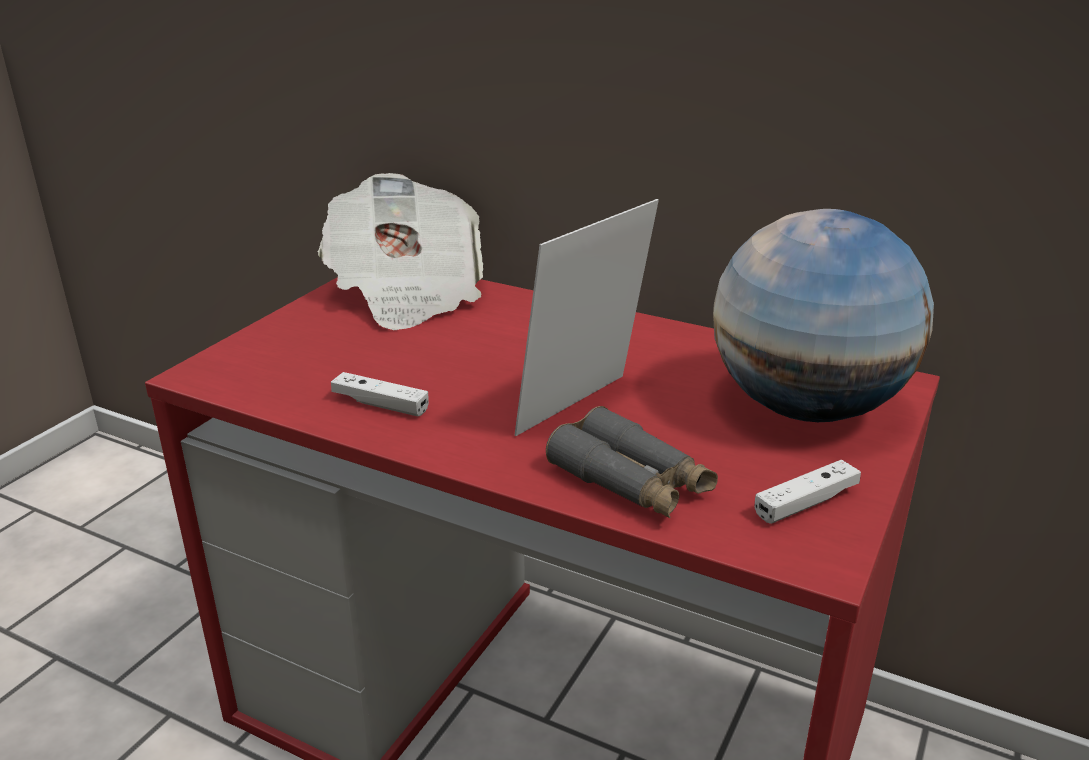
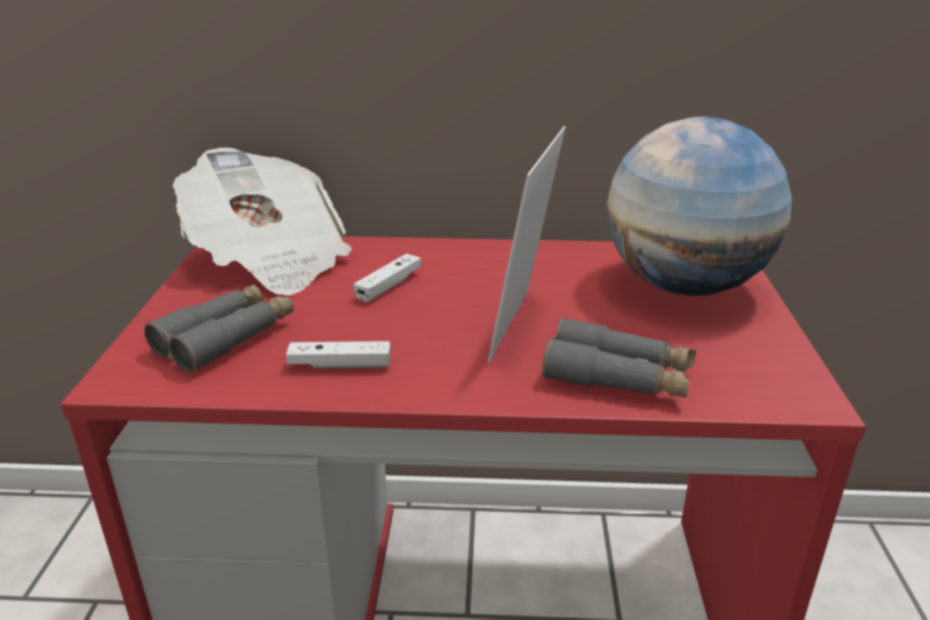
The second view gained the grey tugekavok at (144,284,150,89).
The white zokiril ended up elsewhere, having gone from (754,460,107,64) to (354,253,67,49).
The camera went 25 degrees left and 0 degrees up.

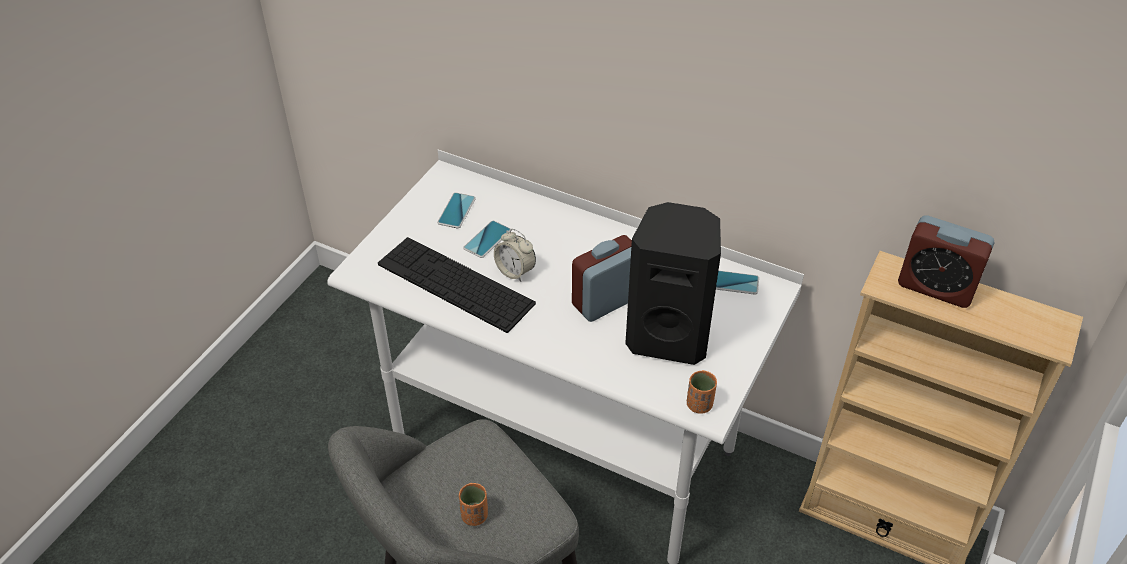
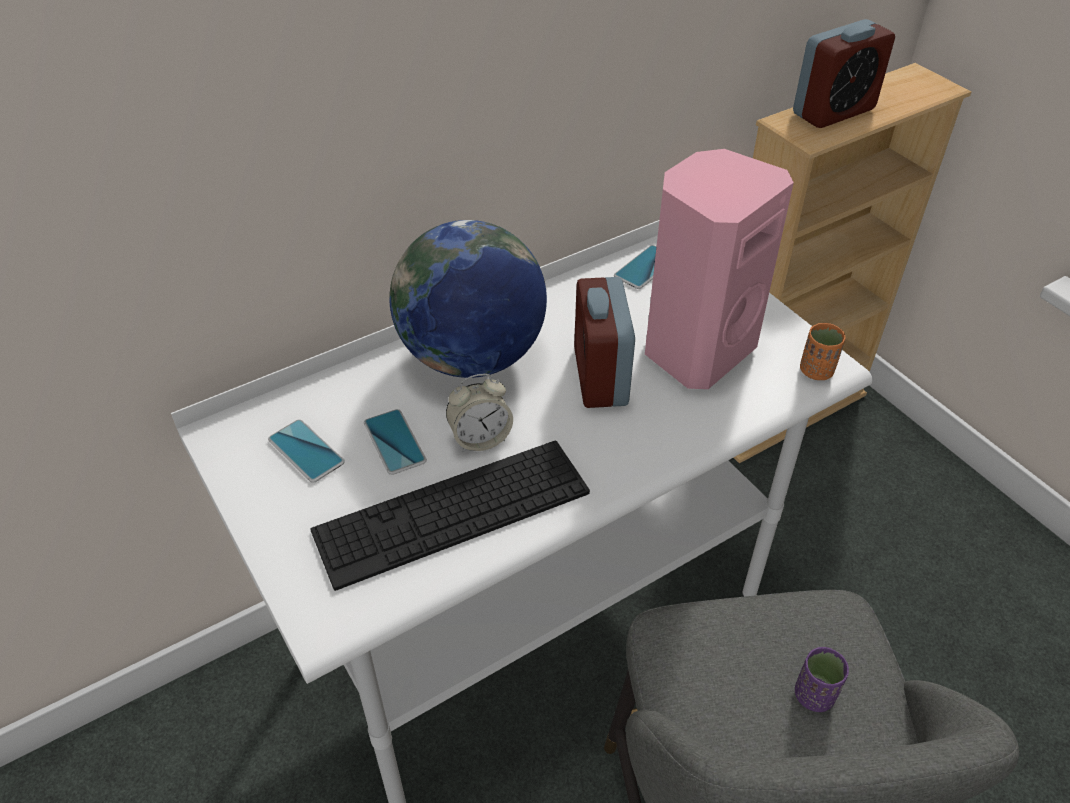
The second view gained the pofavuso at (389,220,158,158).
What was the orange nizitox at (459,483,29,43) turned into the purple nizitox at (795,647,54,65).
What was the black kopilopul at (625,202,96,163) turned into the pink kopilopul at (645,149,149,240).
The camera went 60 degrees left and 0 degrees up.

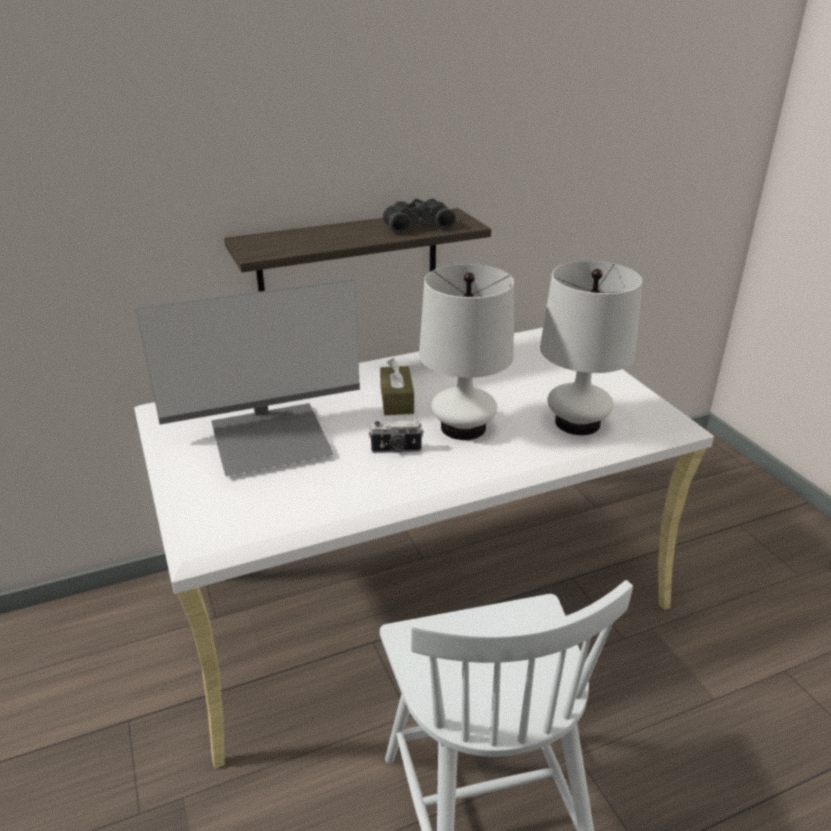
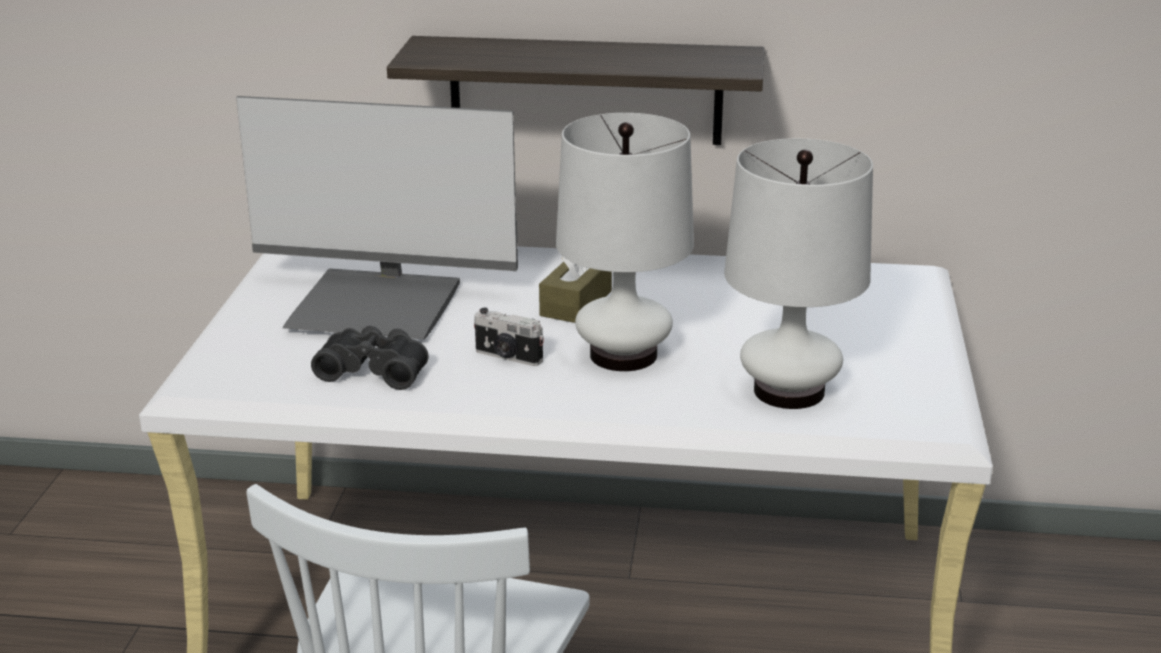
The black tugekavok ended up elsewhere, having gone from (383,198,73,37) to (311,326,117,64).
The camera went 30 degrees right and 5 degrees down.

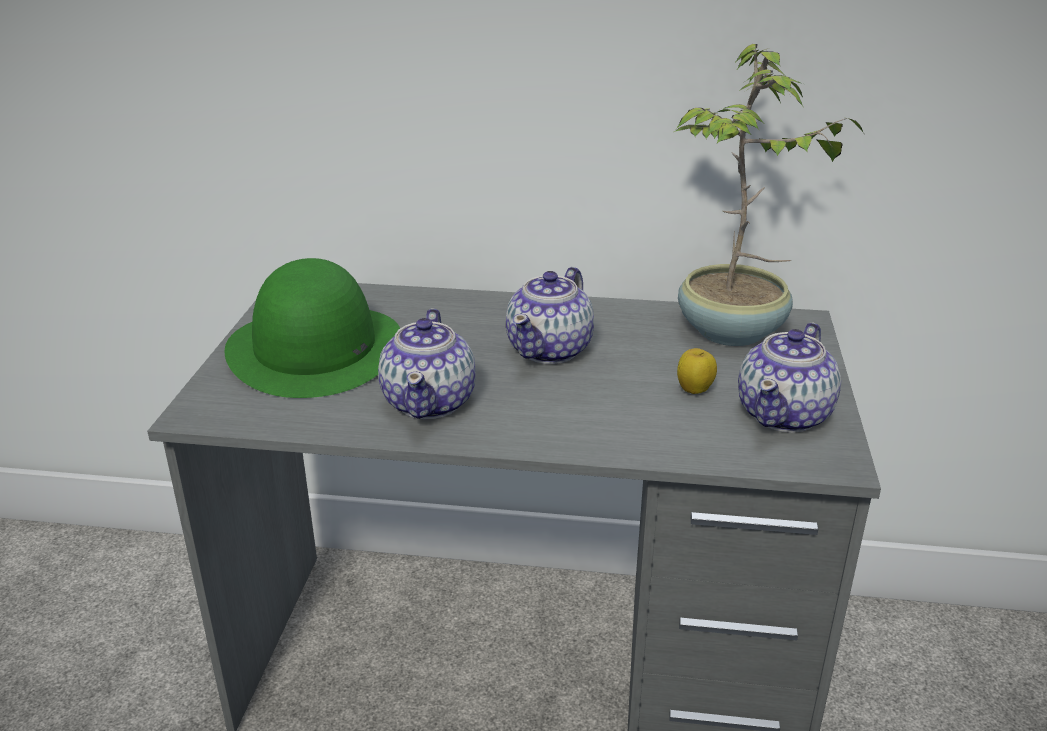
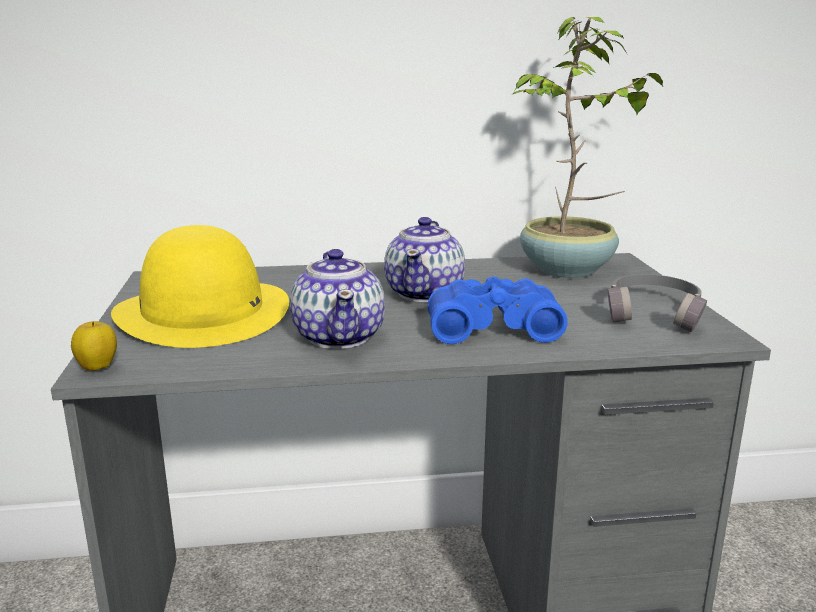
The second view gained the blue tugekavok at (427,276,141,68).
The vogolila ended up elsewhere, having gone from (677,348,40,46) to (71,321,46,50).
Where the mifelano stood at (738,322,103,111), the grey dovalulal came to stand at (608,274,99,58).
What was the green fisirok at (224,258,176,140) turned into the yellow fisirok at (111,225,178,123).
The camera went 15 degrees left and 10 degrees down.

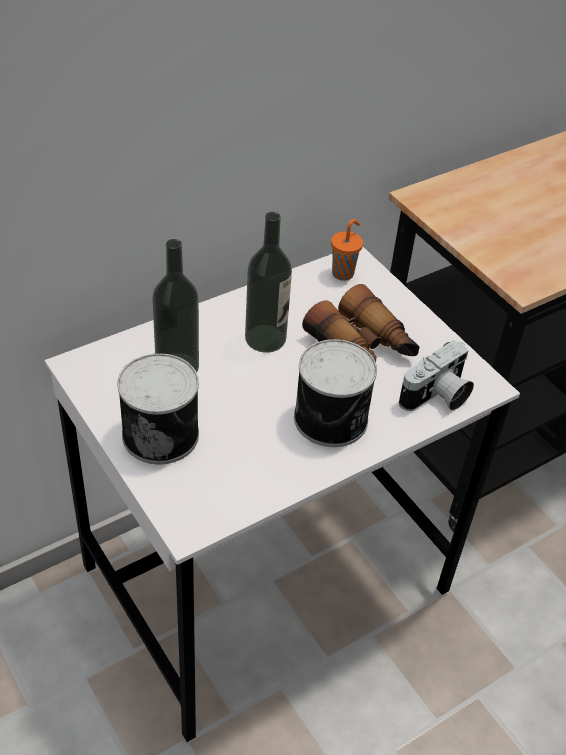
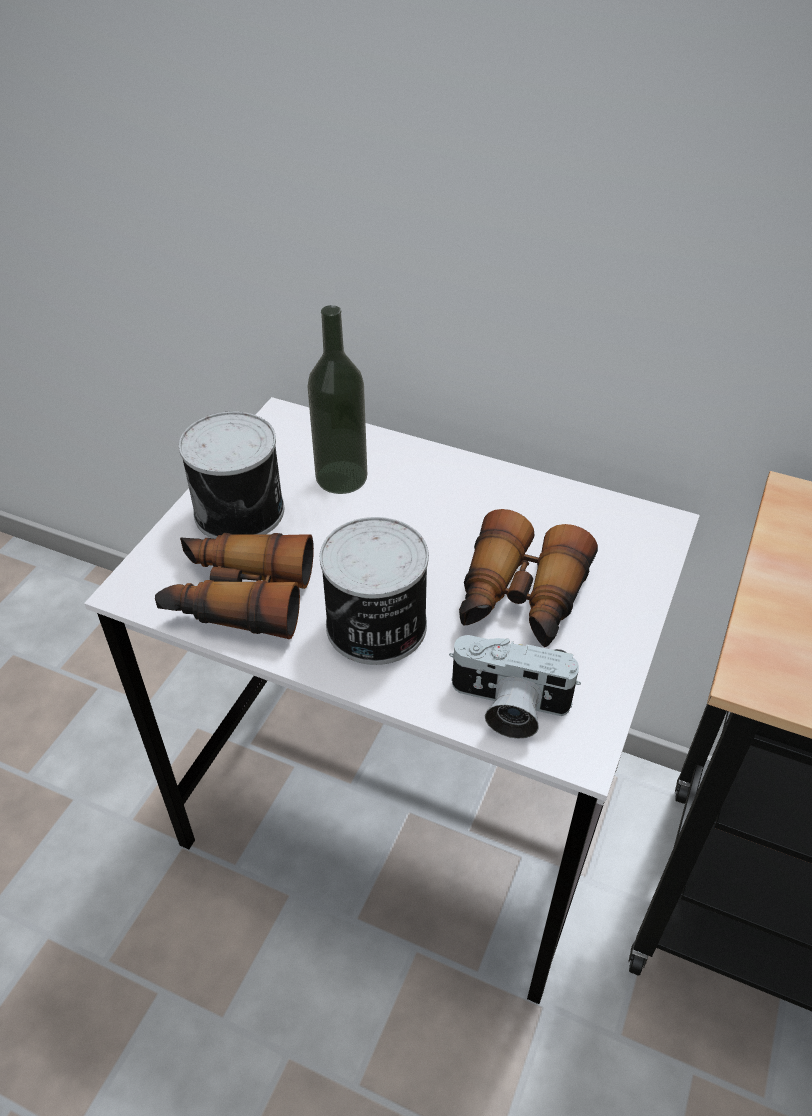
The second view lost the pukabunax at (245,212,47,141).
The second view lost the orange nizitox at (331,219,32,62).
The second view gained the tugekavok at (155,533,159,106).
The camera went 60 degrees right and 0 degrees up.

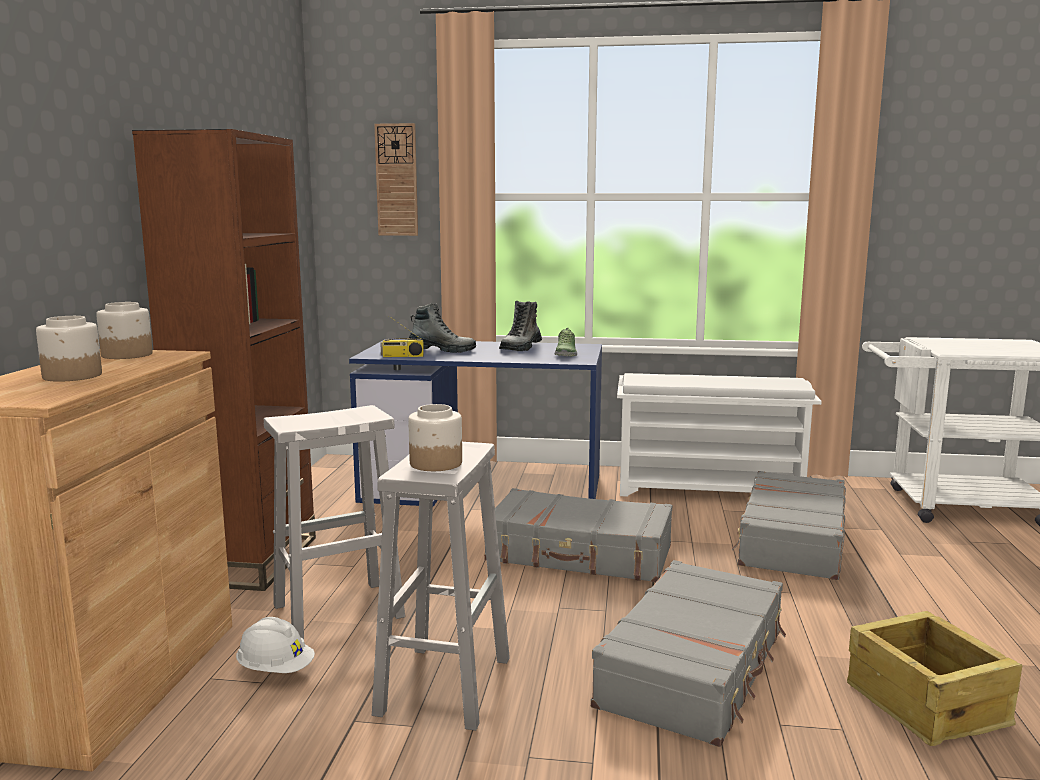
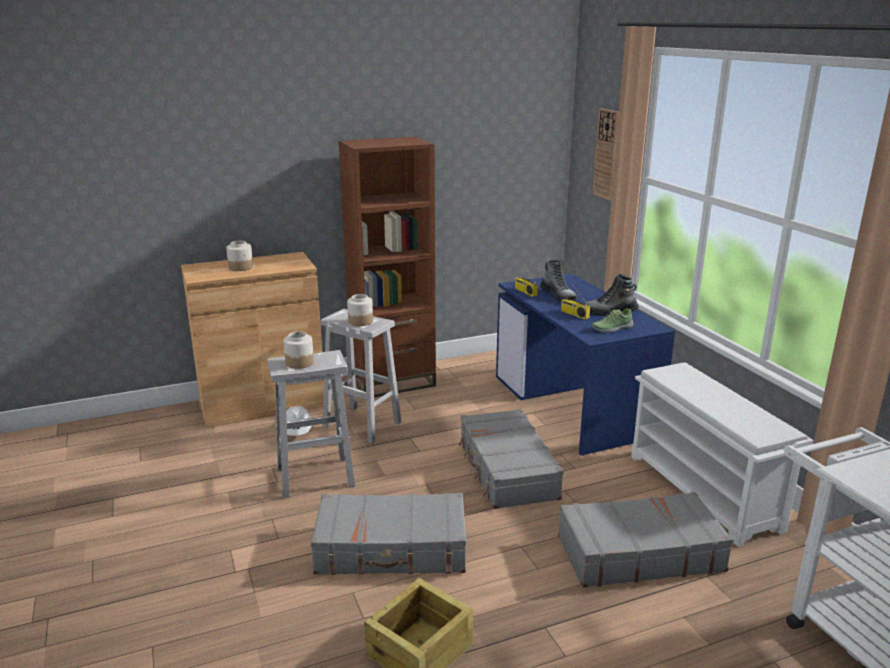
The second view gained the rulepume at (561,282,29,38).
The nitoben ended up elsewhere, having gone from (96,302,57,57) to (347,294,26,32).
The camera went 60 degrees right and 10 degrees up.

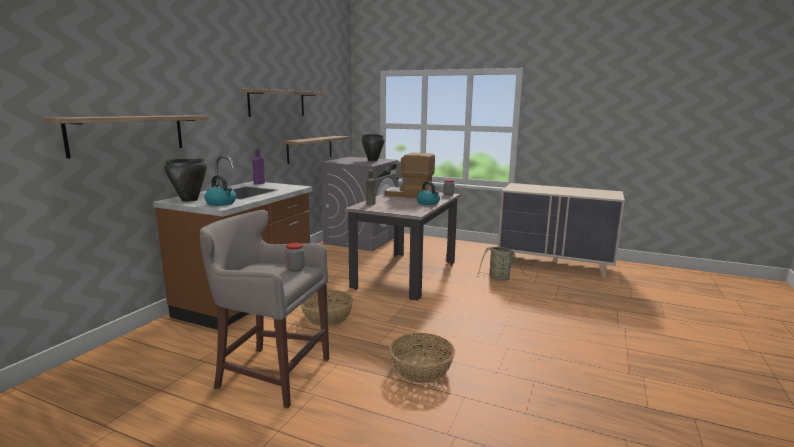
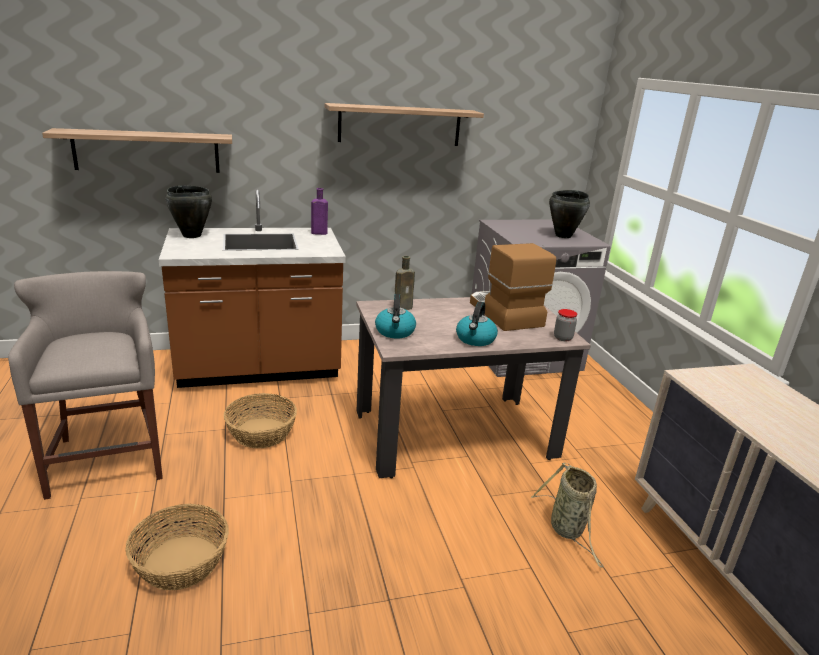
The second view lost the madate at (281,136,68,28).
The second view lost the nitoben at (286,243,18,29).
The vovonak ended up elsewhere, having gone from (204,175,32,31) to (375,294,41,44).
The camera went 50 degrees right and 10 degrees up.

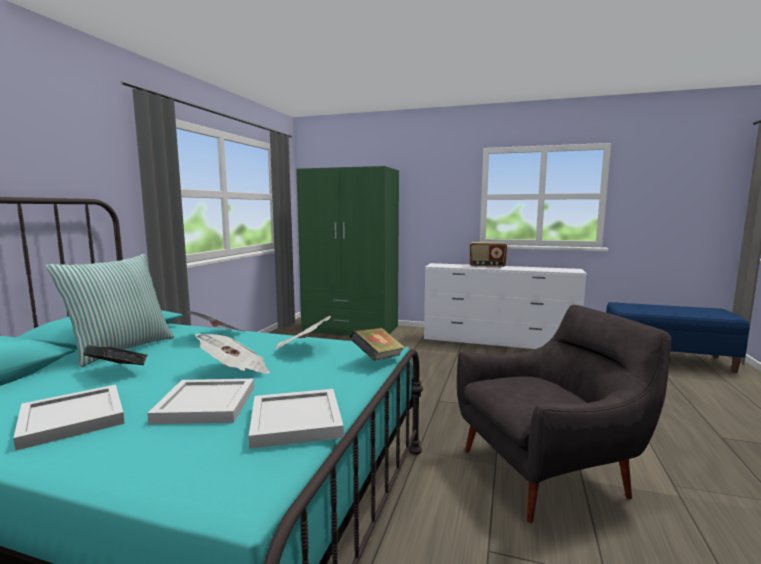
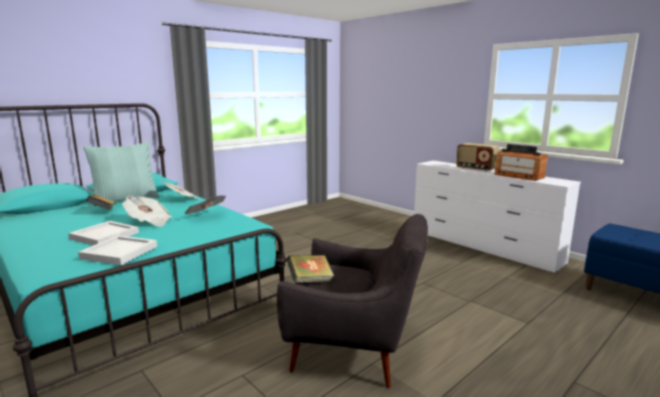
The second view lost the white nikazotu at (13,385,112,66).
The second view lost the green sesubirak at (296,166,103,170).
The second view gained the rulepume at (494,144,54,37).
The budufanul ended up elsewhere, having gone from (349,328,56,33) to (287,255,47,28).
The camera went 30 degrees right and 5 degrees up.

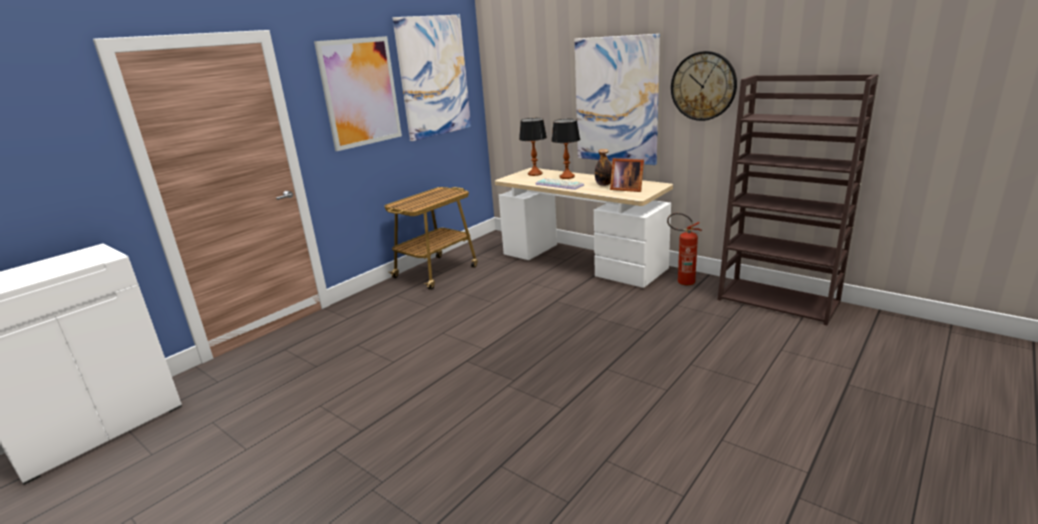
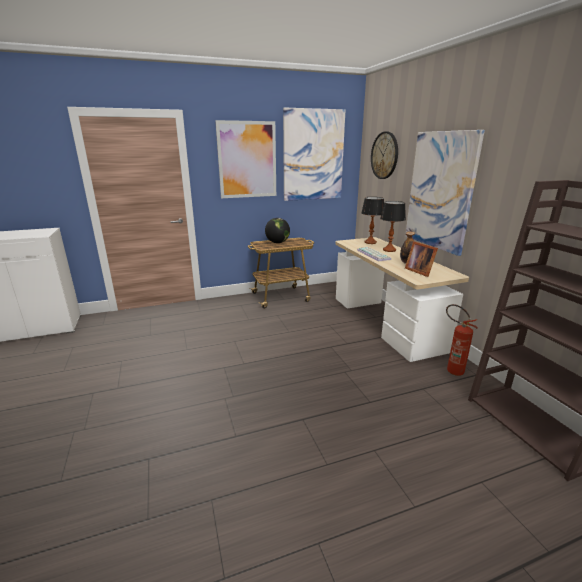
The second view gained the pofavuso at (265,218,25,25).
The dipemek ended up elsewhere, having gone from (671,51,66,70) to (371,131,27,48).
The camera went 30 degrees right and 0 degrees up.

